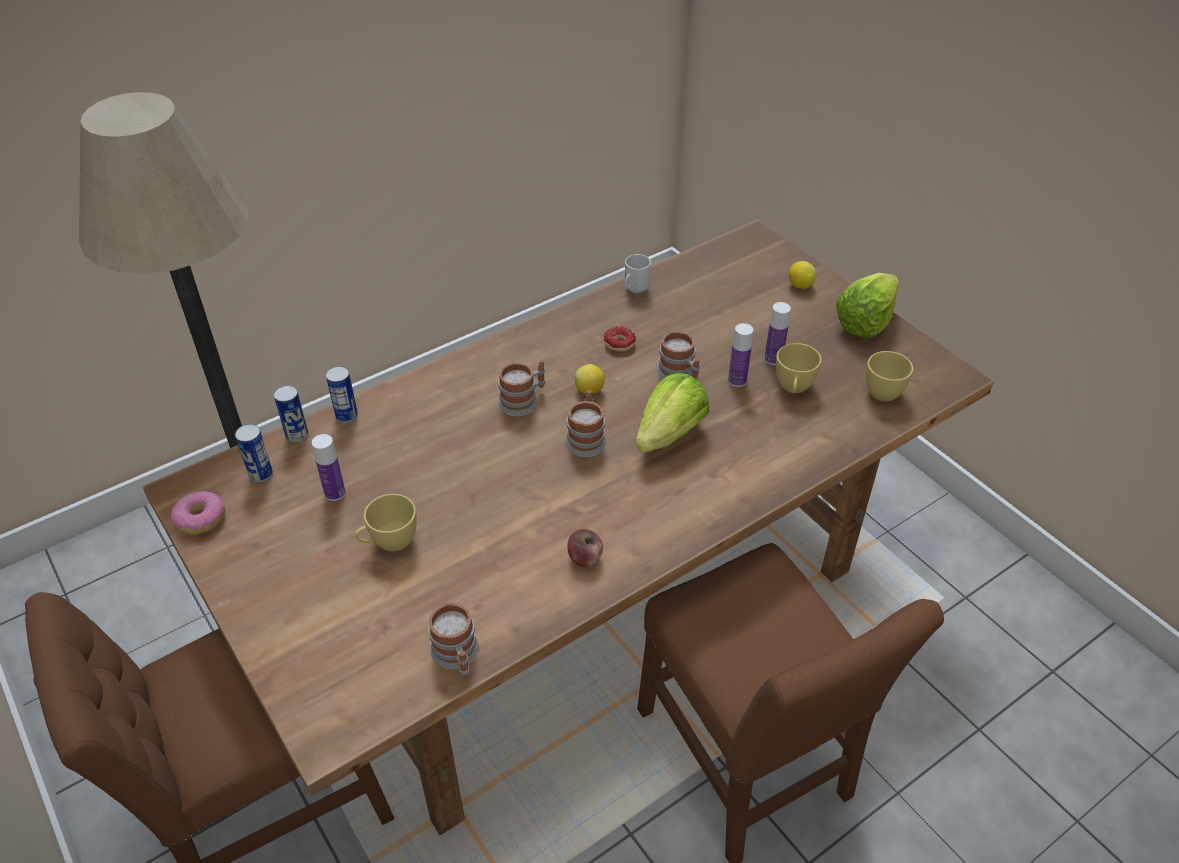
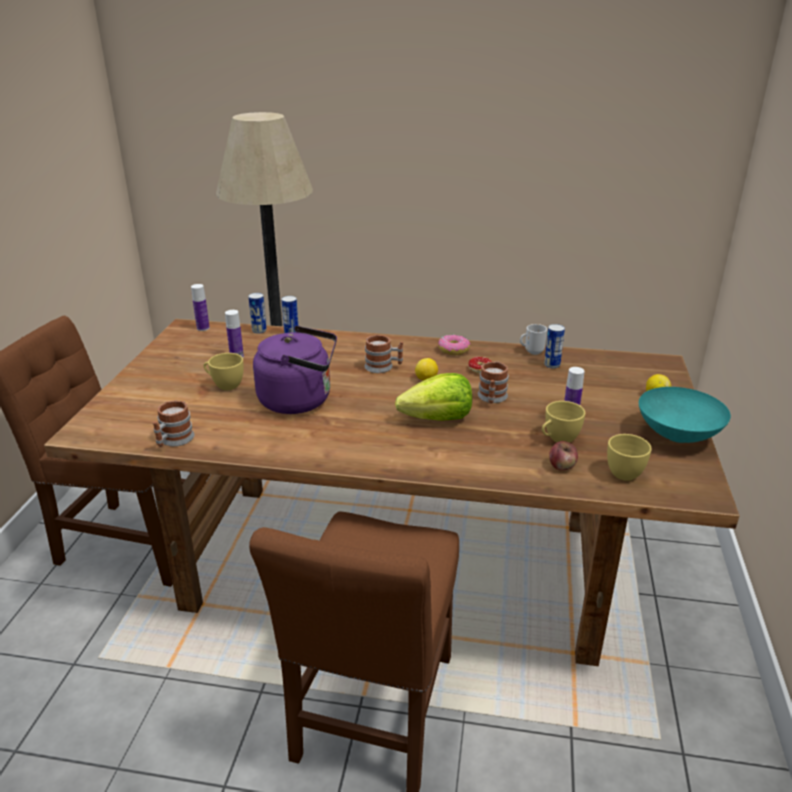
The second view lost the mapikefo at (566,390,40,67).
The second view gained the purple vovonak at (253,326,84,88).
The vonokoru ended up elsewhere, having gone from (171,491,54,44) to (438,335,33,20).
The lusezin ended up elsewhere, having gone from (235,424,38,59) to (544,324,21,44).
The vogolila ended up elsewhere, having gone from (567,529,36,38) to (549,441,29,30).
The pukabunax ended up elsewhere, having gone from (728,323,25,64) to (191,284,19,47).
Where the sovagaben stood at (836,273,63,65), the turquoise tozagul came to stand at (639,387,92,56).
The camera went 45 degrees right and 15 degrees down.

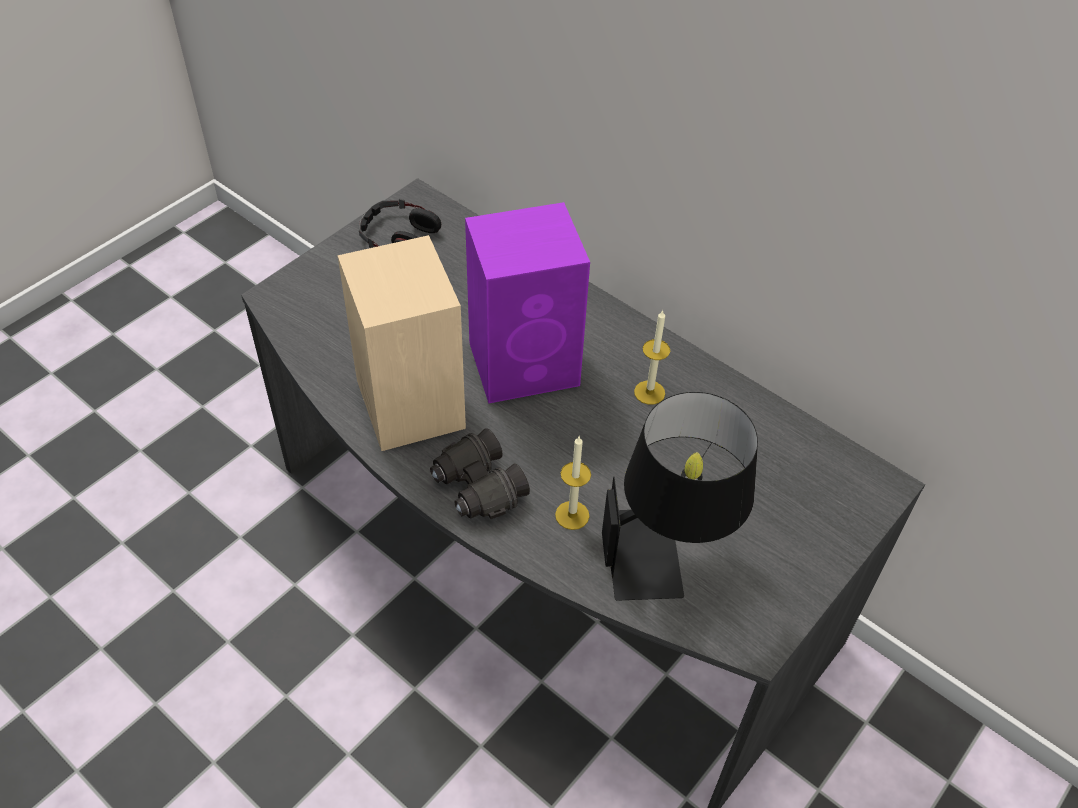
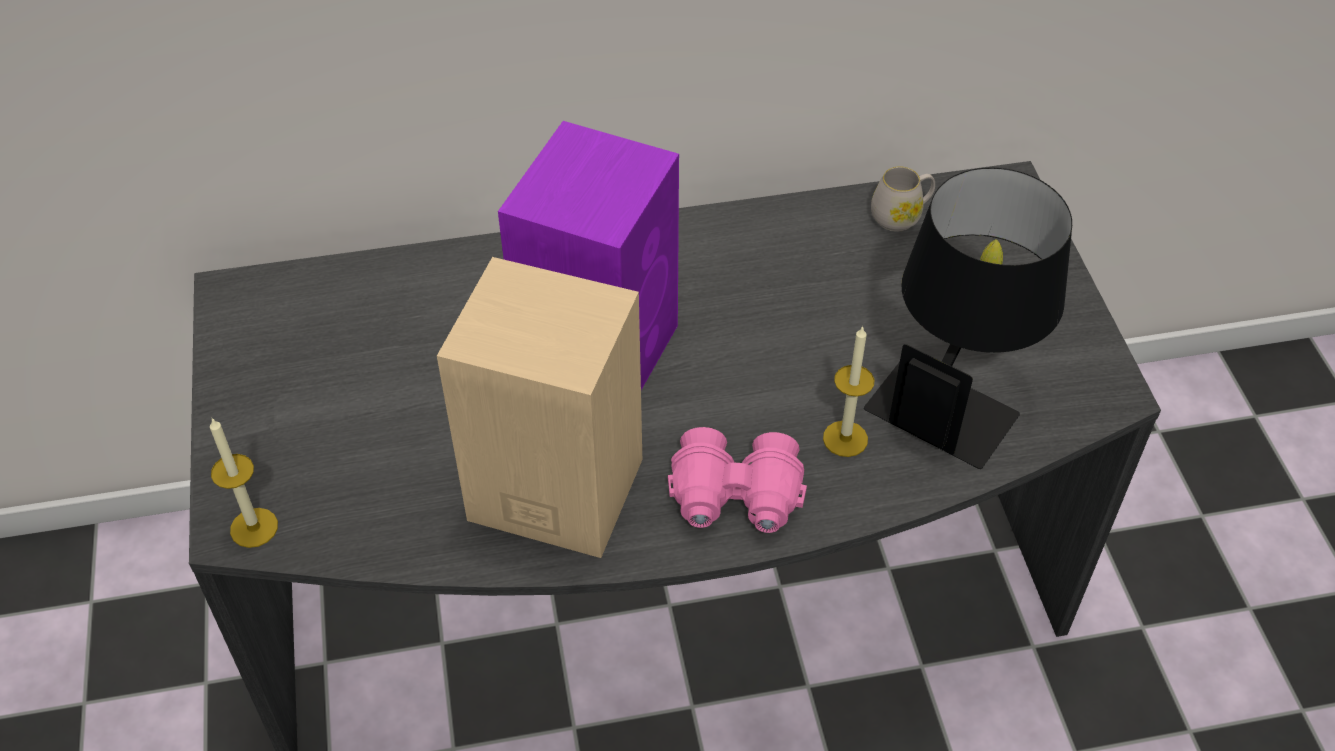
The second view lost the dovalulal at (359,198,82,50).
The second view gained the white mapikefo at (871,166,64,65).
The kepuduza ended up elsewhere, having gone from (634,310,36,95) to (210,418,68,130).
What was the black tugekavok at (430,428,100,91) turned into the pink tugekavok at (668,427,139,106).
The camera went 50 degrees left and 0 degrees up.

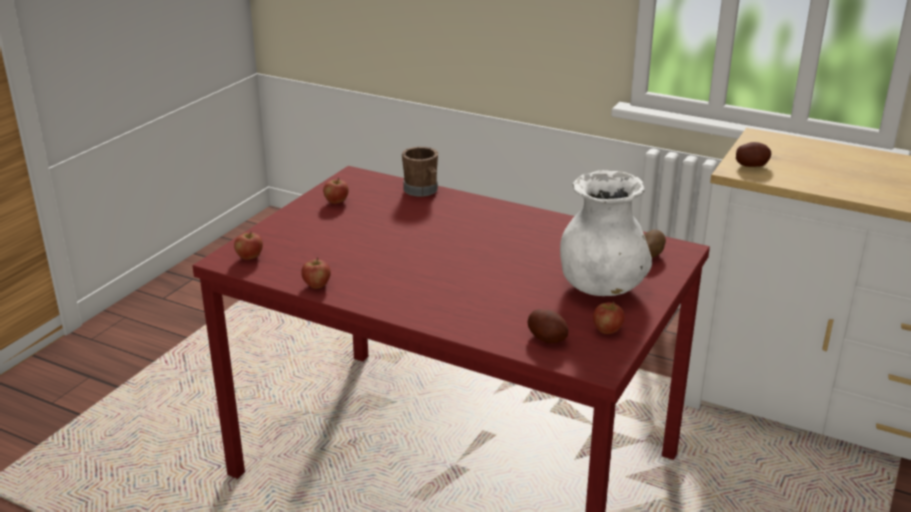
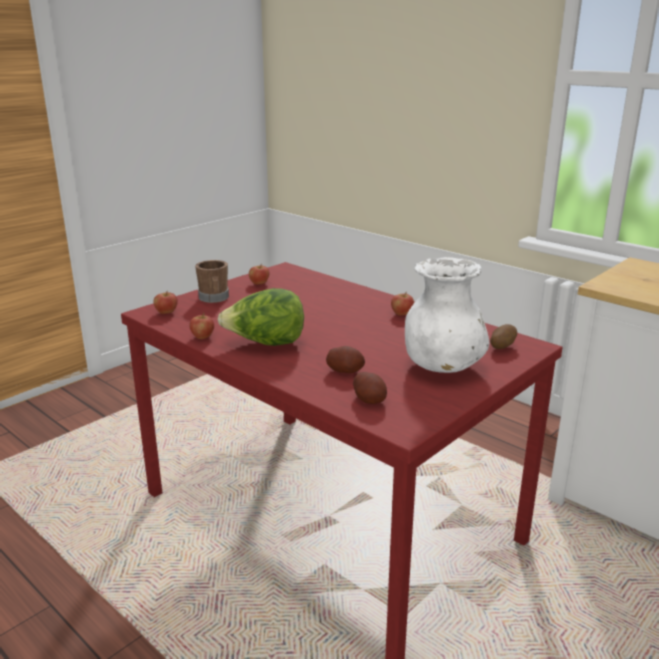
The second view gained the sovagaben at (217,288,87,58).
The brown mapikefo ended up elsewhere, having gone from (402,147,36,50) to (195,260,34,43).
The vogolila ended up elsewhere, having gone from (593,301,32,33) to (391,293,23,23).
The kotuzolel ended up elsewhere, having gone from (736,142,35,25) to (326,346,39,27).
The camera went 15 degrees right and 5 degrees down.

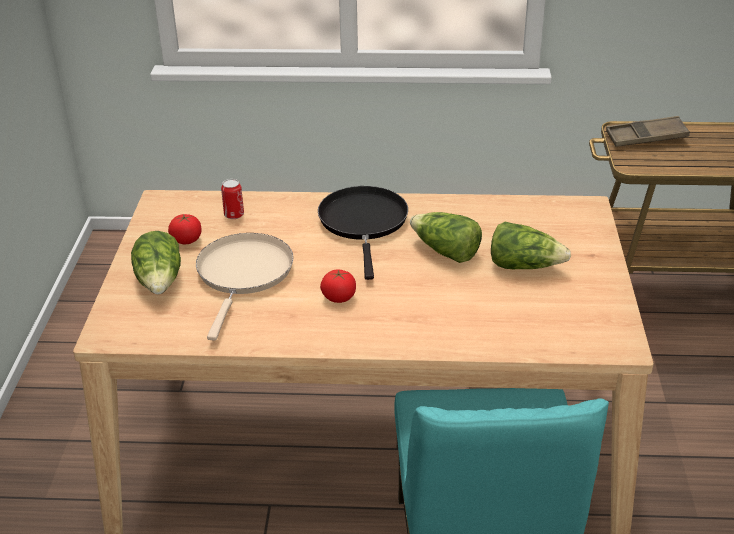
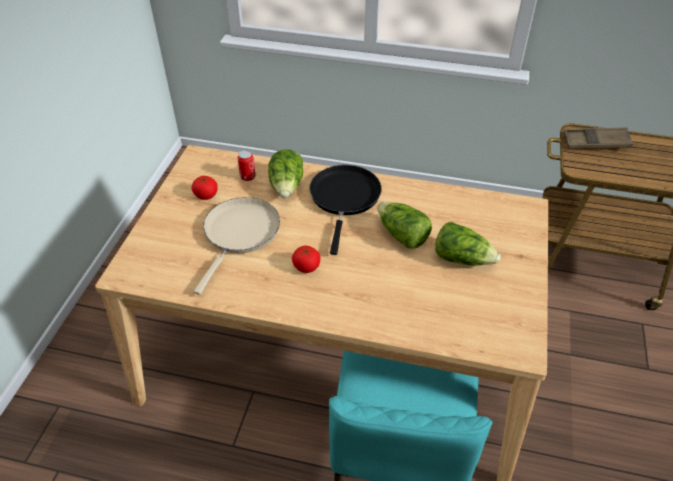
The sovagaben ended up elsewhere, having gone from (131,231,50,63) to (268,149,35,49).
The camera went 10 degrees right and 10 degrees up.

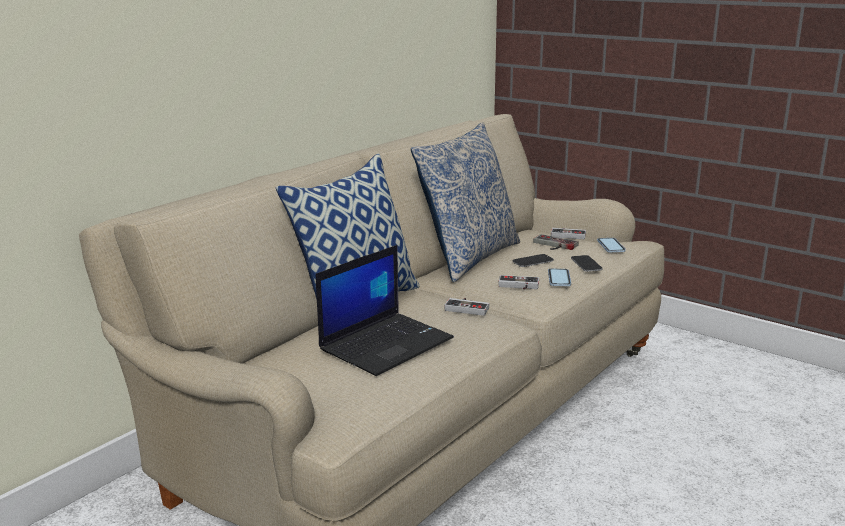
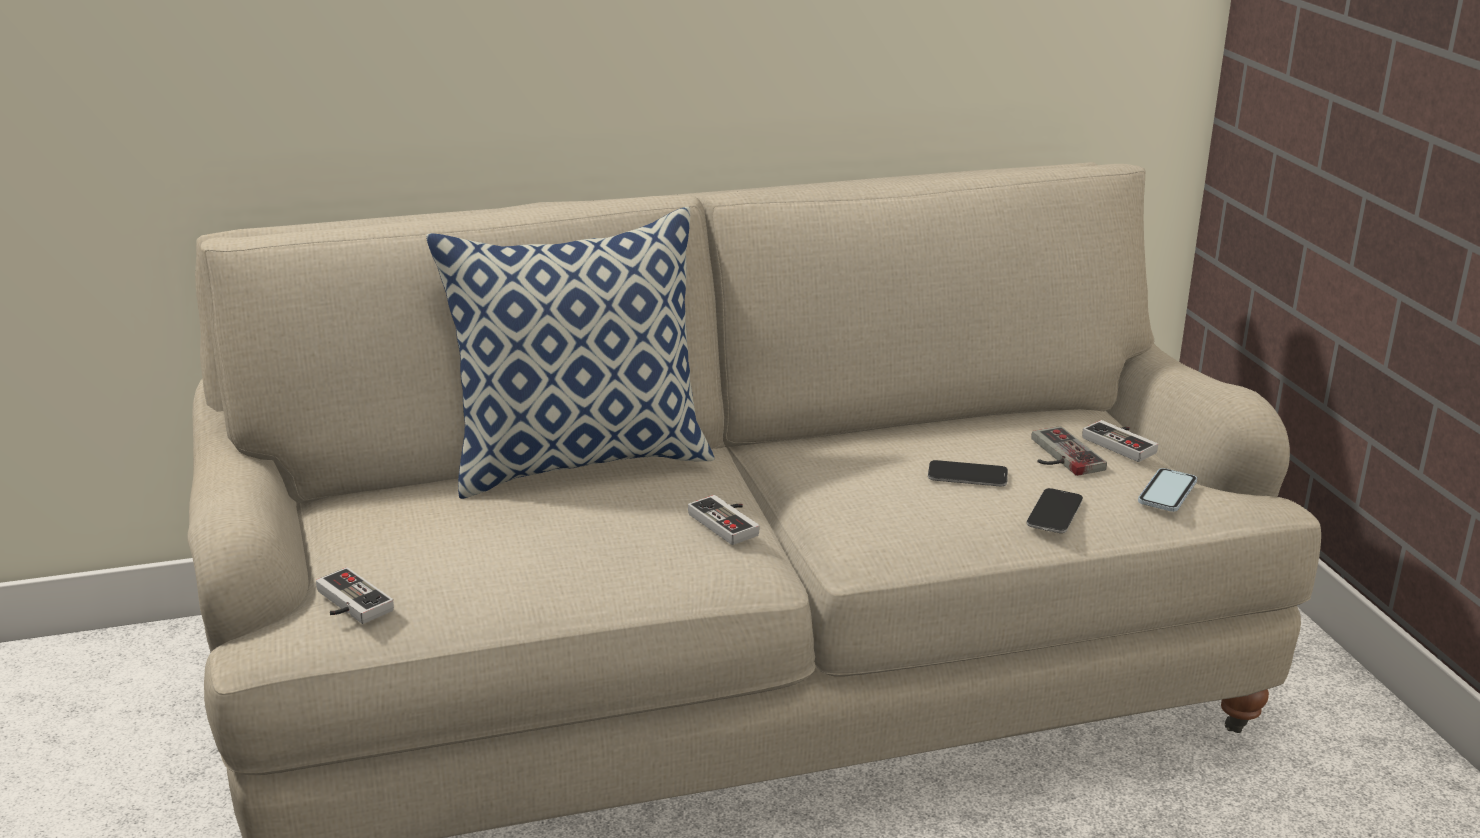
The second view lost the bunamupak at (316,245,138,131).
The second view lost the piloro at (411,122,109,160).
The second view lost the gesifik at (548,268,23,18).
The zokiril ended up elsewhere, having gone from (498,275,41,14) to (316,567,78,57).
The camera went 35 degrees right and 5 degrees up.

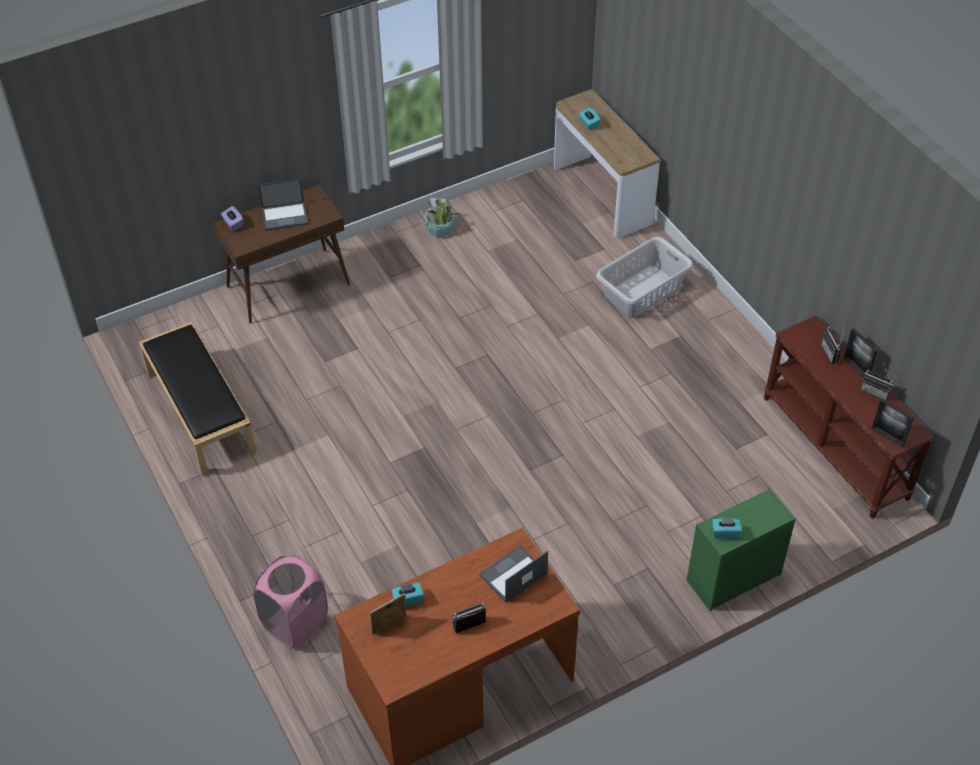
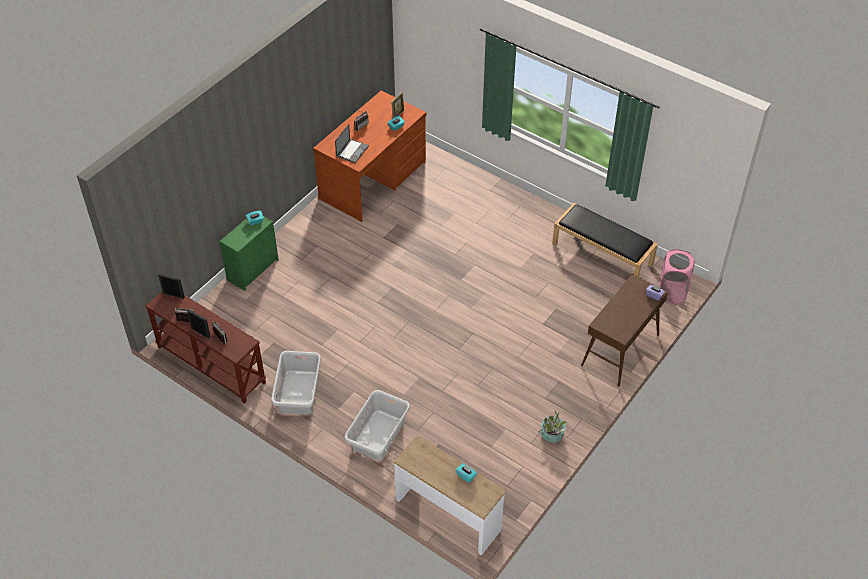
The second view lost the bunamupak at (258,179,50,52).
The second view gained the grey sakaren at (271,351,50,63).
The pink sakaren ended up elsewhere, having gone from (254,555,74,92) to (659,249,36,55).
The camera went 155 degrees right and 0 degrees up.

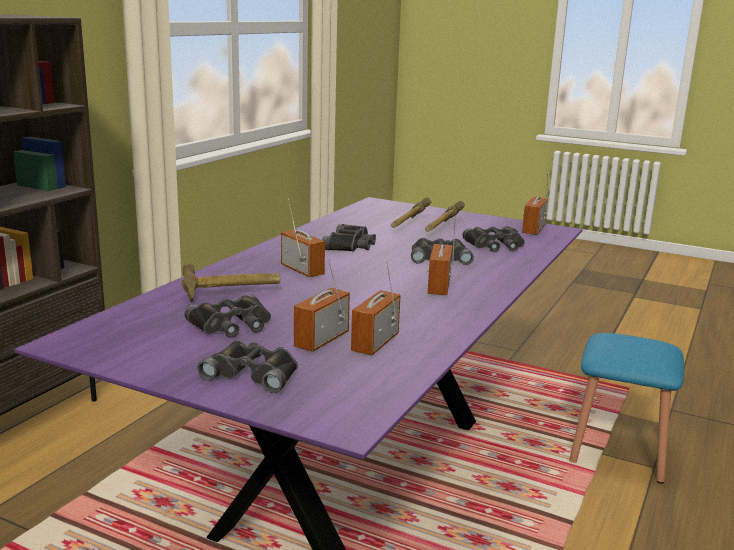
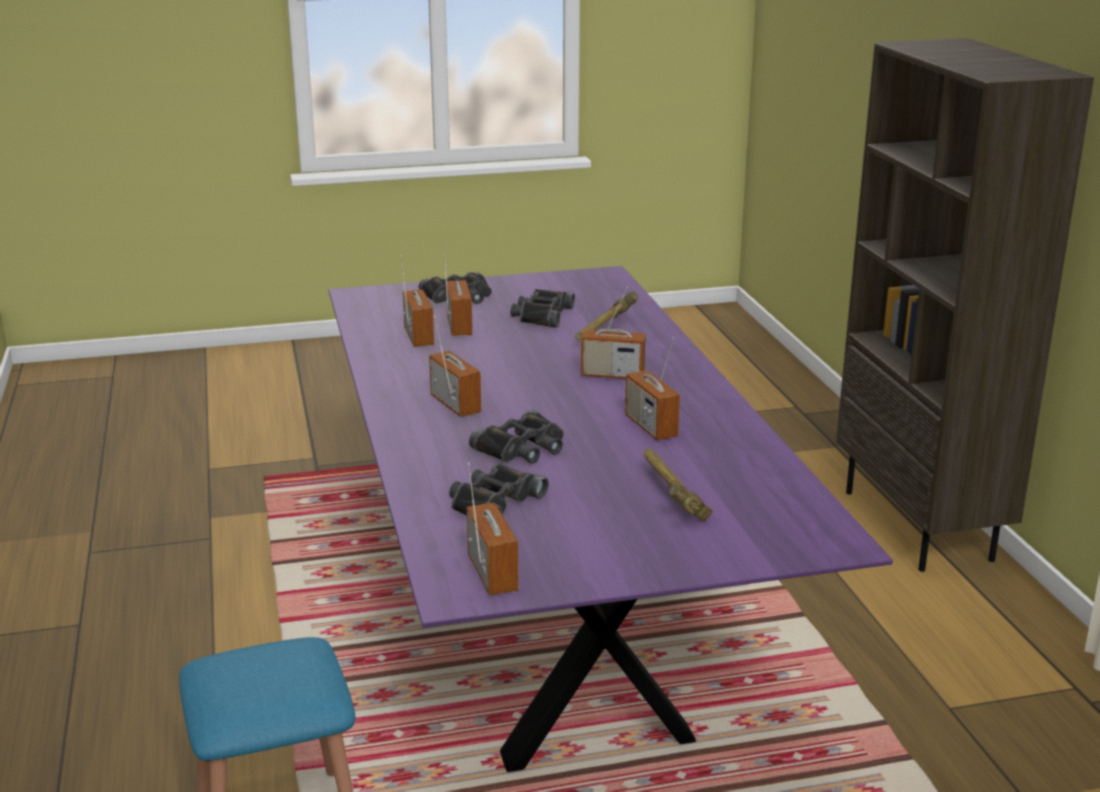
The second view lost the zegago at (425,201,40,31).
Where the black tugekavok stood at (322,224,54,28), the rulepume came to stand at (625,337,55,103).
The camera went 140 degrees right and 5 degrees up.

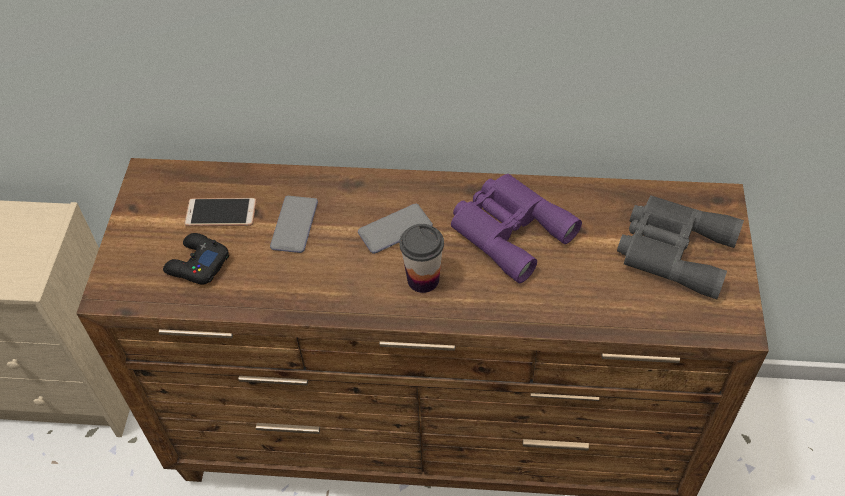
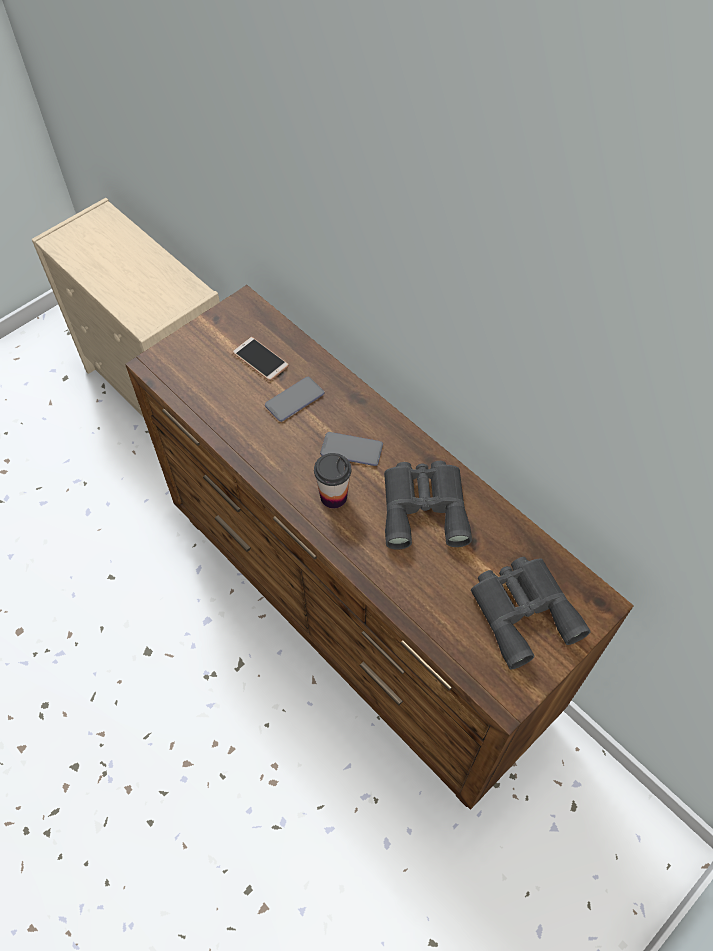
The second view lost the black zokiril at (163,233,67,52).
What was the purple tugekavok at (451,174,131,109) turned into the grey tugekavok at (384,461,88,89).
The camera went 40 degrees right and 5 degrees up.

